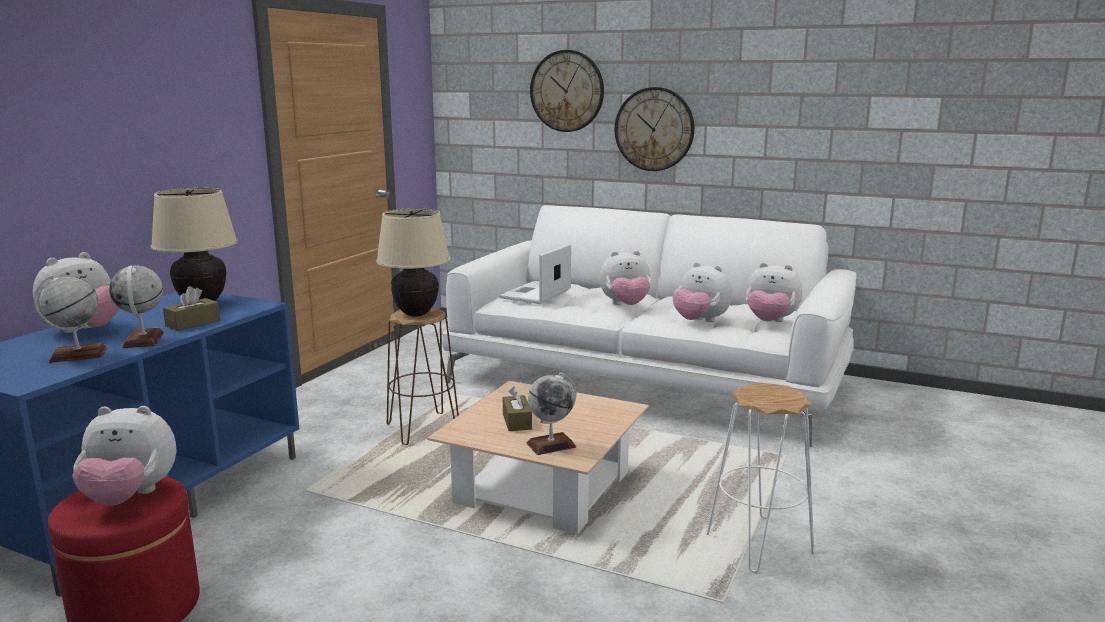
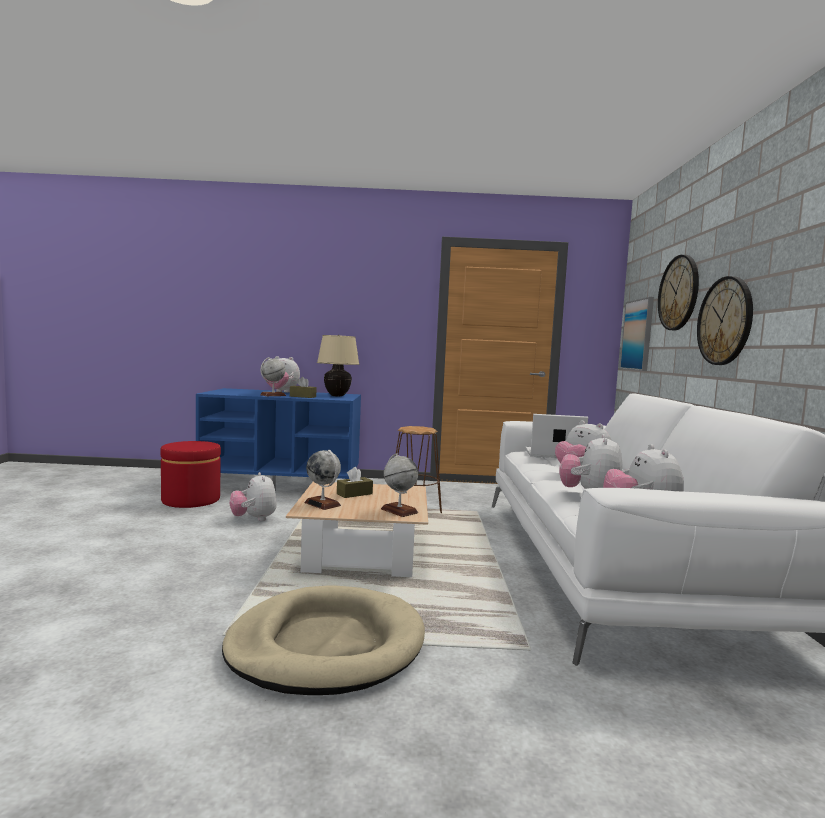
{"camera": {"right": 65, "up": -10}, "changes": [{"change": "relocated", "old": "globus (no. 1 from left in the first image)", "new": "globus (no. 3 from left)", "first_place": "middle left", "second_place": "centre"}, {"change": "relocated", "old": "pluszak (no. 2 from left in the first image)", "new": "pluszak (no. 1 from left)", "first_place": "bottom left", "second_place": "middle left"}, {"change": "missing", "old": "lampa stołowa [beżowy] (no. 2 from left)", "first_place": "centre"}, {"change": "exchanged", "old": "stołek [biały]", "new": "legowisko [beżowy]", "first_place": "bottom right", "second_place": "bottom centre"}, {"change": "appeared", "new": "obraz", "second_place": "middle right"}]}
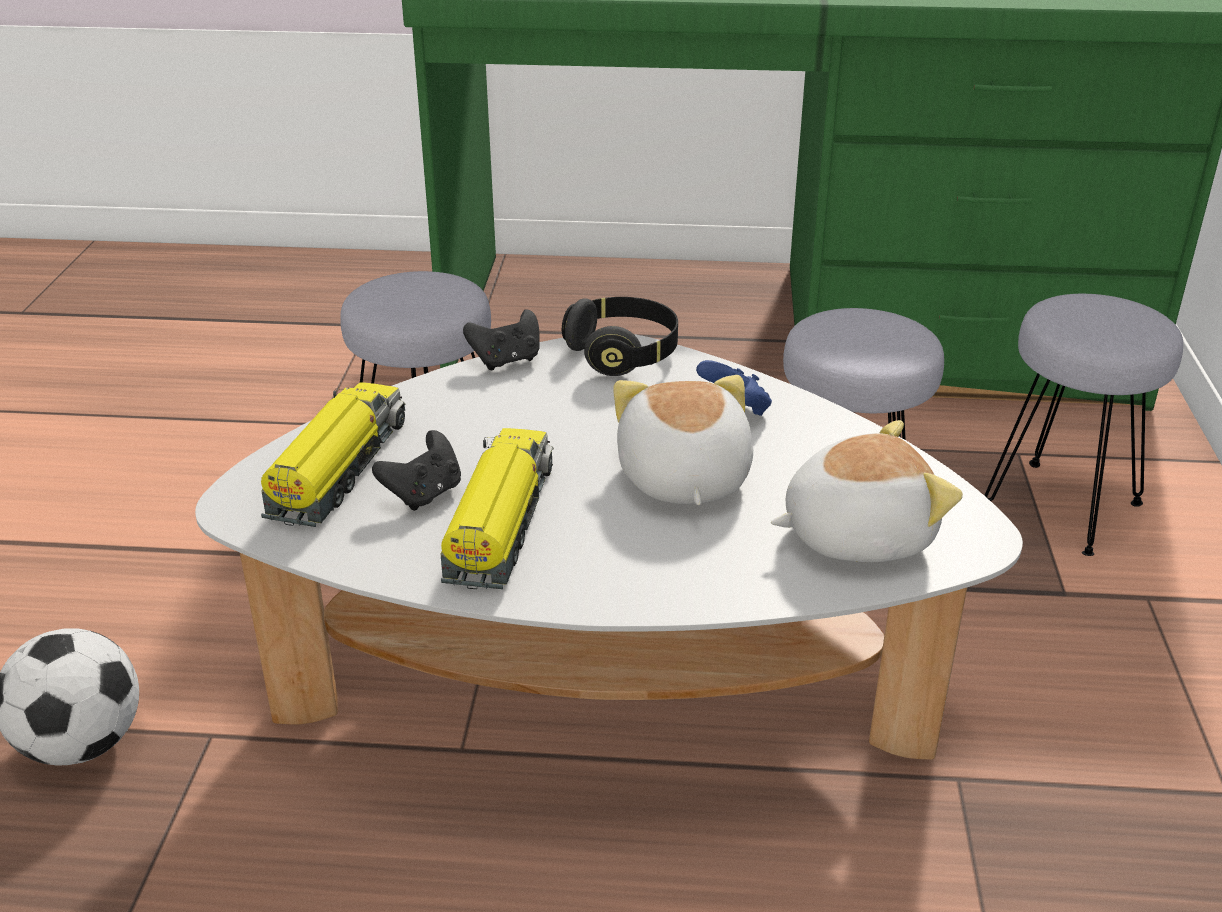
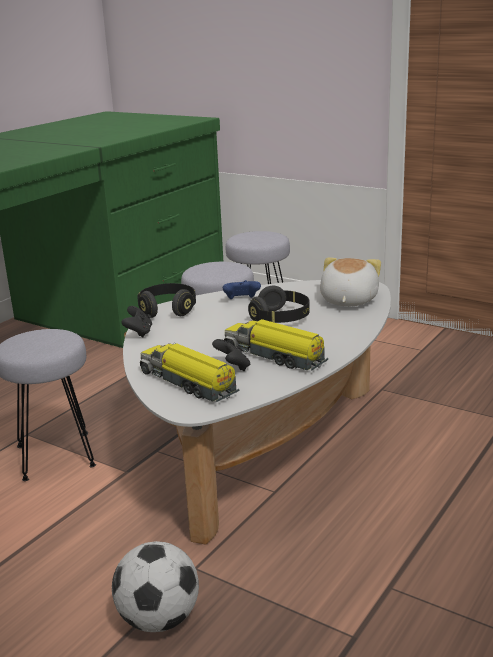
{"camera": {"right": -60, "up": -10}, "changes": [{"change": "exchanged", "old": "pluszak (no. 1 from left)", "new": "słuchawki [czarny] (no. 2 from left)", "first_place": "centre", "second_place": "centre"}]}
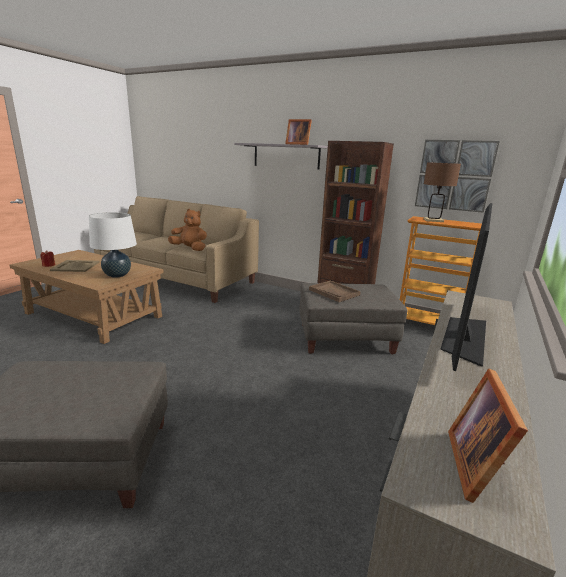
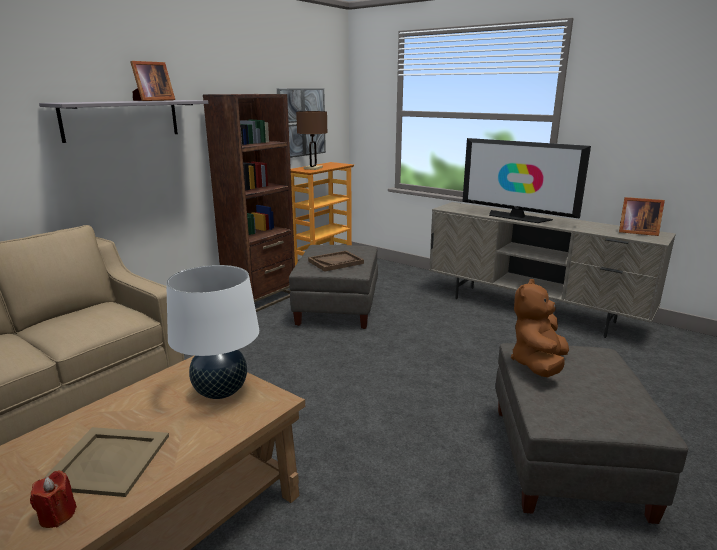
{"camera": {"right": -80, "up": 0}, "changes": [{"change": "relocated", "old": "pluszak [brązowy]", "first_place": "middle left", "second_place": "middle right"}]}
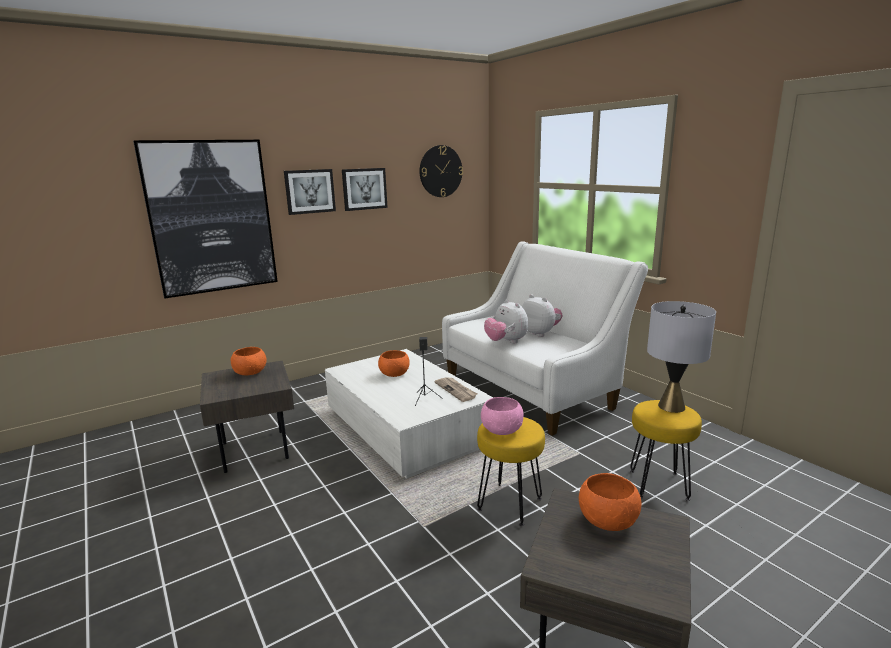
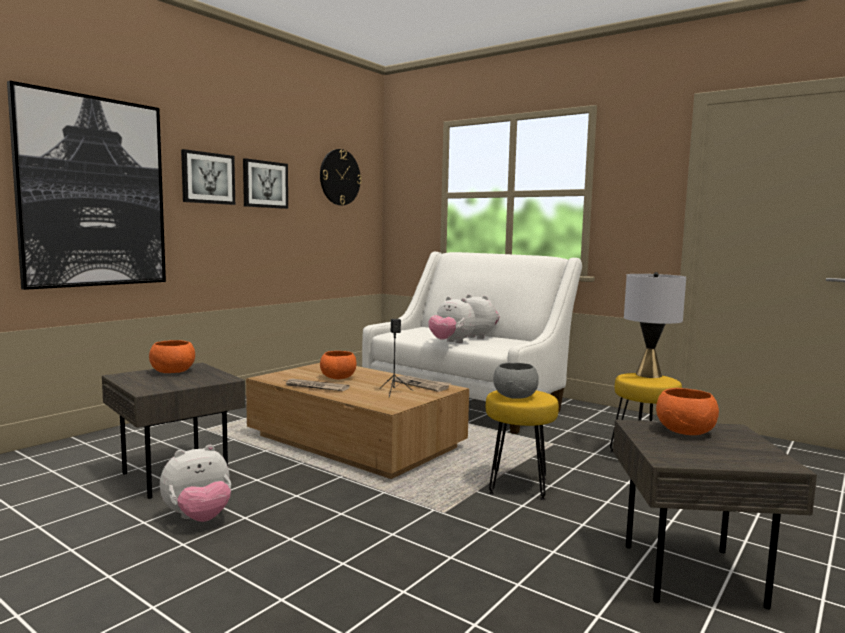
{"camera": {"right": -20, "up": -10}, "changes": [{"change": "colour", "old": "ława [biały]", "new": "ława [brązowy]", "first_place": "centre", "second_place": "centre"}, {"change": "colour", "old": "miska [różowy]", "new": "miska [szary]", "first_place": "centre", "second_place": "centre"}, {"change": "appeared", "new": "pluszak (no. 1 from left)", "second_place": "bottom left"}, {"change": "appeared", "new": "gazeta (no. 1 from left)", "second_place": "centre"}]}
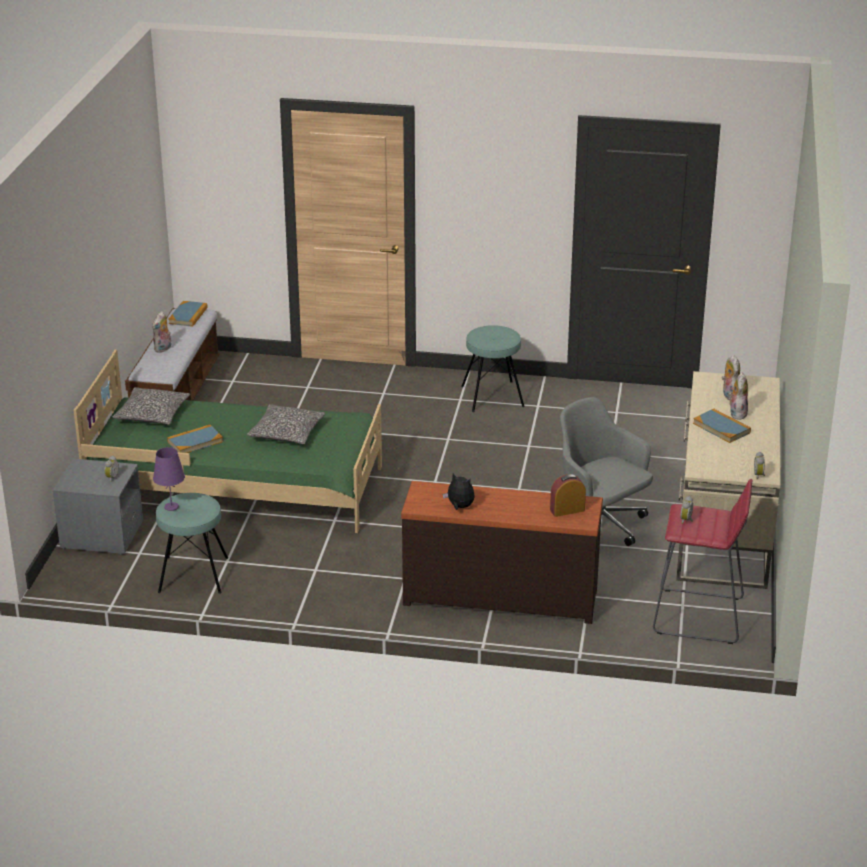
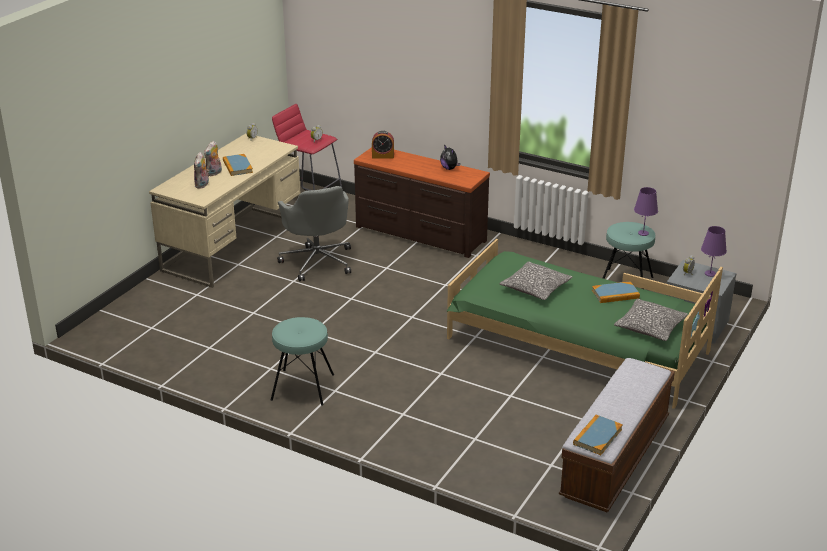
{"camera": {"right": -160, "up": 0}, "changes": [{"change": "missing", "old": "pluszak (no. 1 from left)", "first_place": "middle left"}, {"change": "appeared", "new": "lampa stołowa [fioletowy] (no. 2 from left)", "second_place": "middle right"}]}
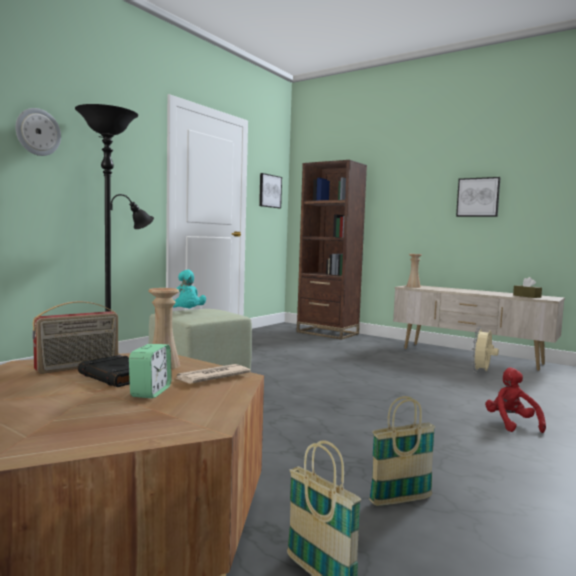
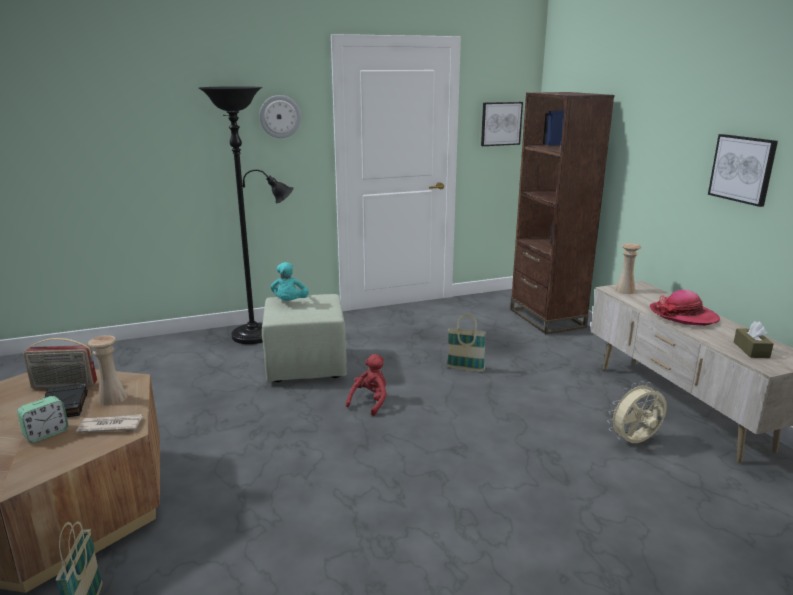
{"camera": {"right": 35, "up": 15}, "changes": [{"change": "relocated", "old": "zegar ścienny", "first_place": "top left", "second_place": "top centre"}, {"change": "relocated", "old": "koszyk (no. 2 from left)", "first_place": "bottom right", "second_place": "centre"}, {"change": "relocated", "old": "pluszak [czerwony]", "first_place": "bottom right", "second_place": "centre"}, {"change": "appeared", "new": "kapelusz", "second_place": "middle right"}]}
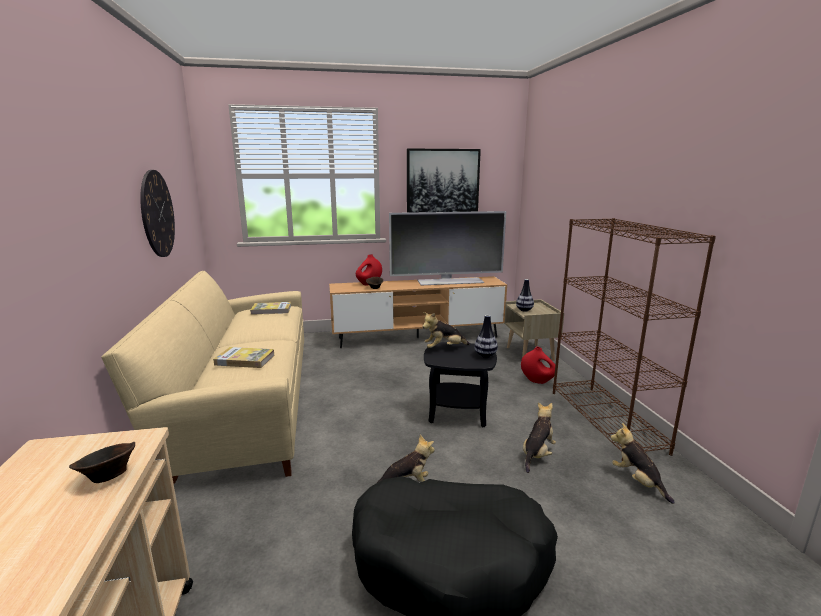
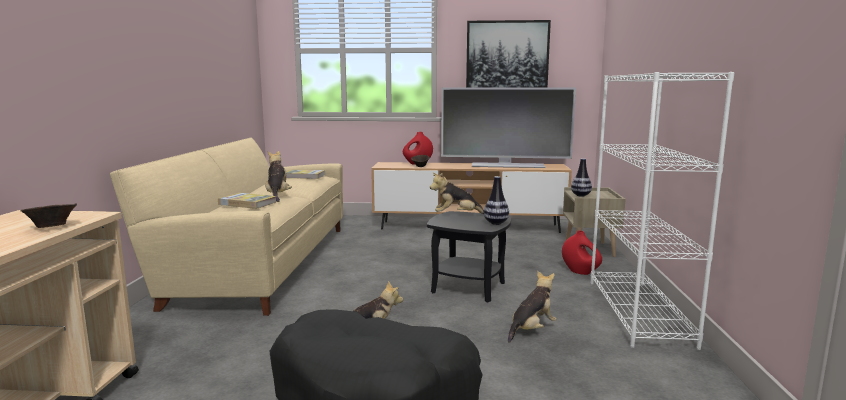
{"camera": {"right": 15, "up": -5}, "changes": [{"change": "missing", "old": "zegar ścienny", "first_place": "middle left"}, {"change": "colour", "old": "regał [brązowy]", "new": "regał [biały]", "first_place": "middle right", "second_place": "middle right"}, {"change": "relocated", "old": "pluszak (no. 4 from left in the first image)", "new": "pluszak (no. 1 from left)", "first_place": "bottom right", "second_place": "middle left"}]}
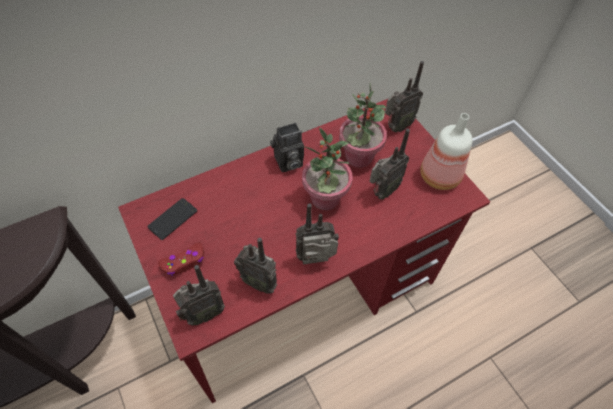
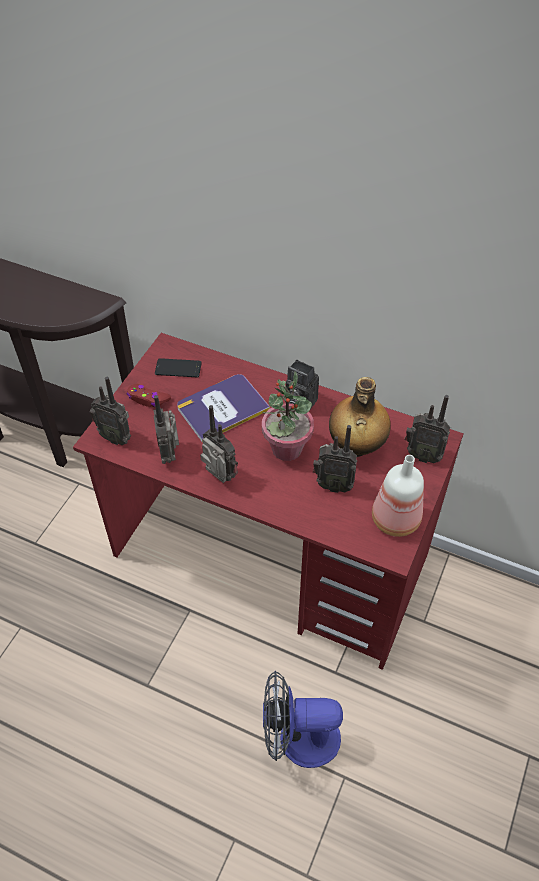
{"camera": {"right": 55, "up": -5}, "changes": [{"change": "exchanged", "old": "roślina doniczkowa (no. 2 from left)", "new": "butelka (no. 1 from left)", "first_place": "top centre", "second_place": "middle right"}, {"change": "appeared", "new": "książka", "second_place": "centre"}, {"change": "appeared", "new": "wentylator", "second_place": "bottom centre"}]}
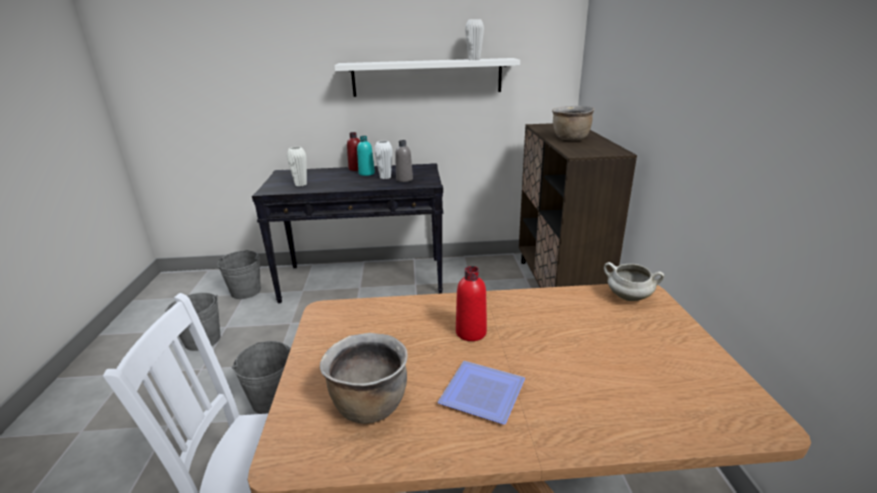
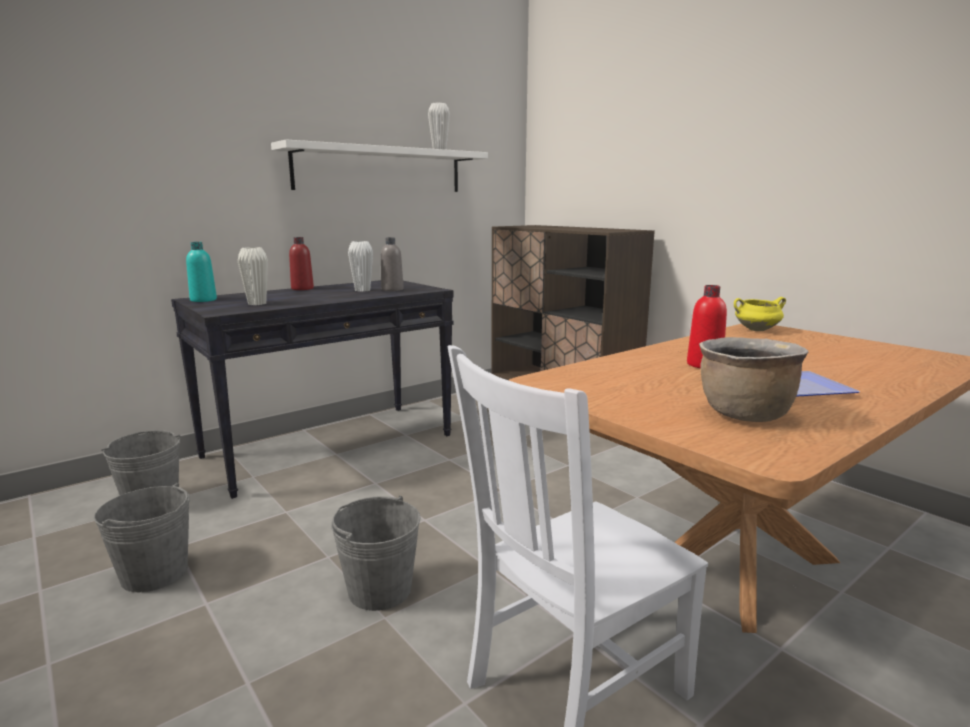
{"camera": {"right": -35, "up": -10}, "changes": [{"change": "relocated", "old": "butelka [turkusowy]", "first_place": "top centre", "second_place": "middle left"}, {"change": "missing", "old": "garnek [brązowy] (no. 2 from left)", "first_place": "top centre"}, {"change": "colour", "old": "garnek [biały]", "new": "garnek [żółty]", "first_place": "middle right", "second_place": "middle right"}]}
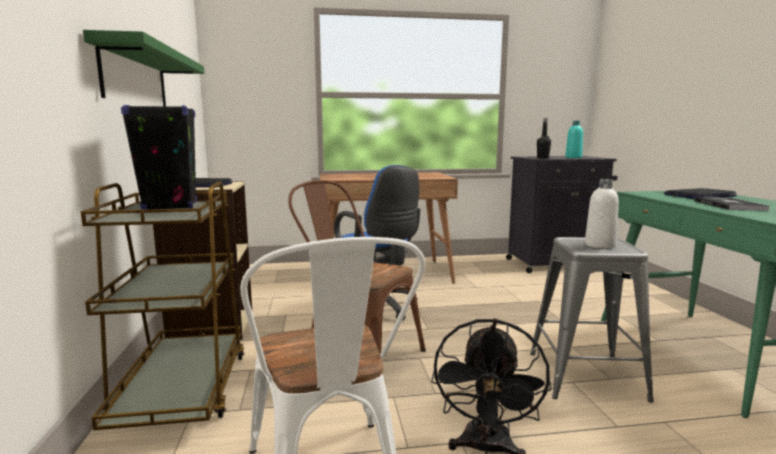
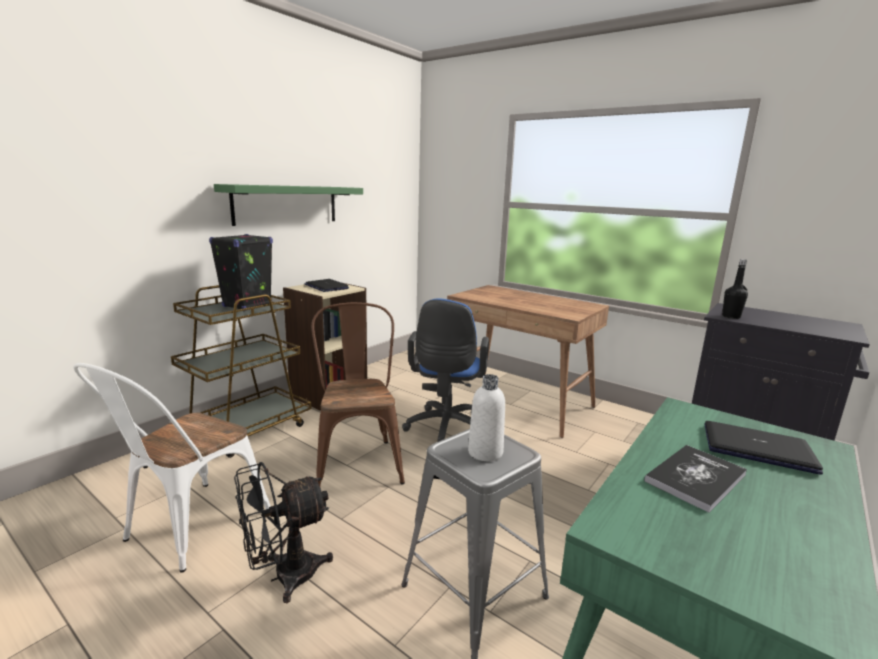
{"camera": {"right": 45, "up": 5}, "changes": [{"change": "missing", "old": "butelka [turkusowy]", "first_place": "top right"}]}
